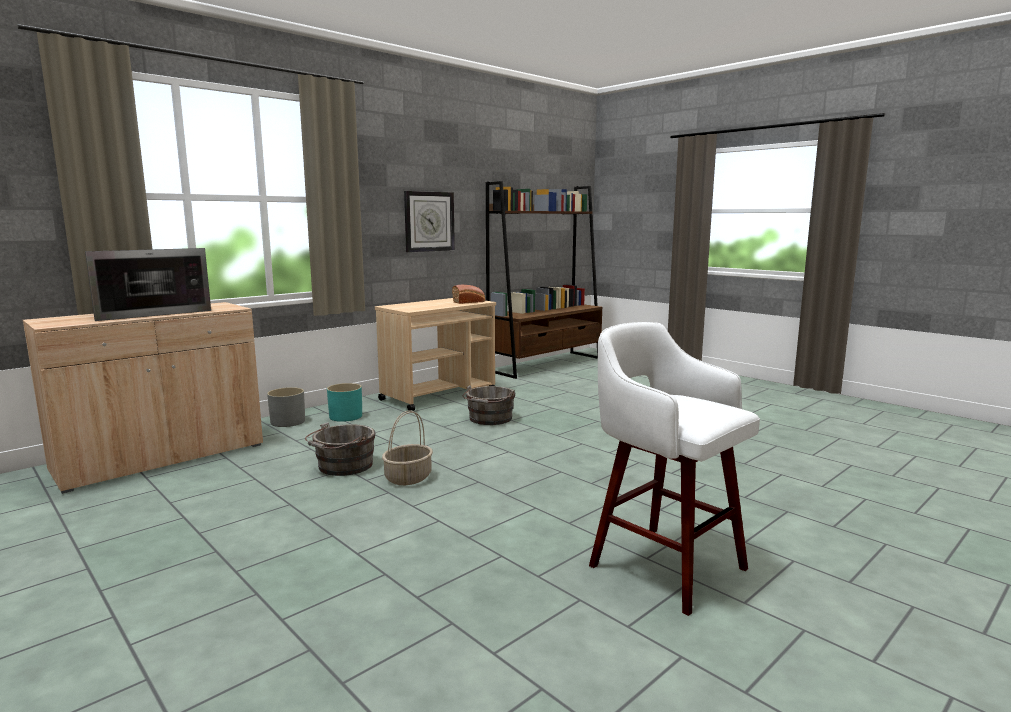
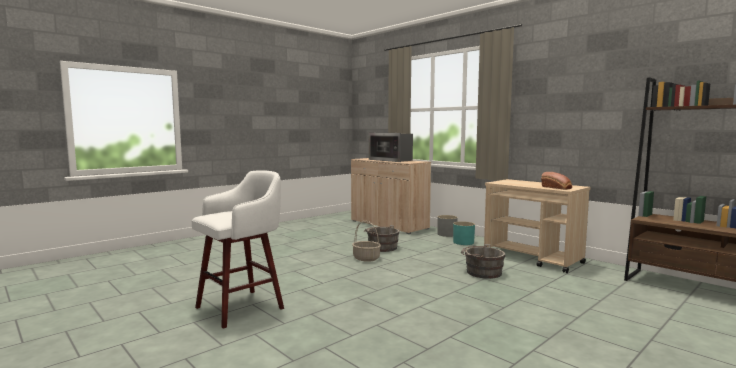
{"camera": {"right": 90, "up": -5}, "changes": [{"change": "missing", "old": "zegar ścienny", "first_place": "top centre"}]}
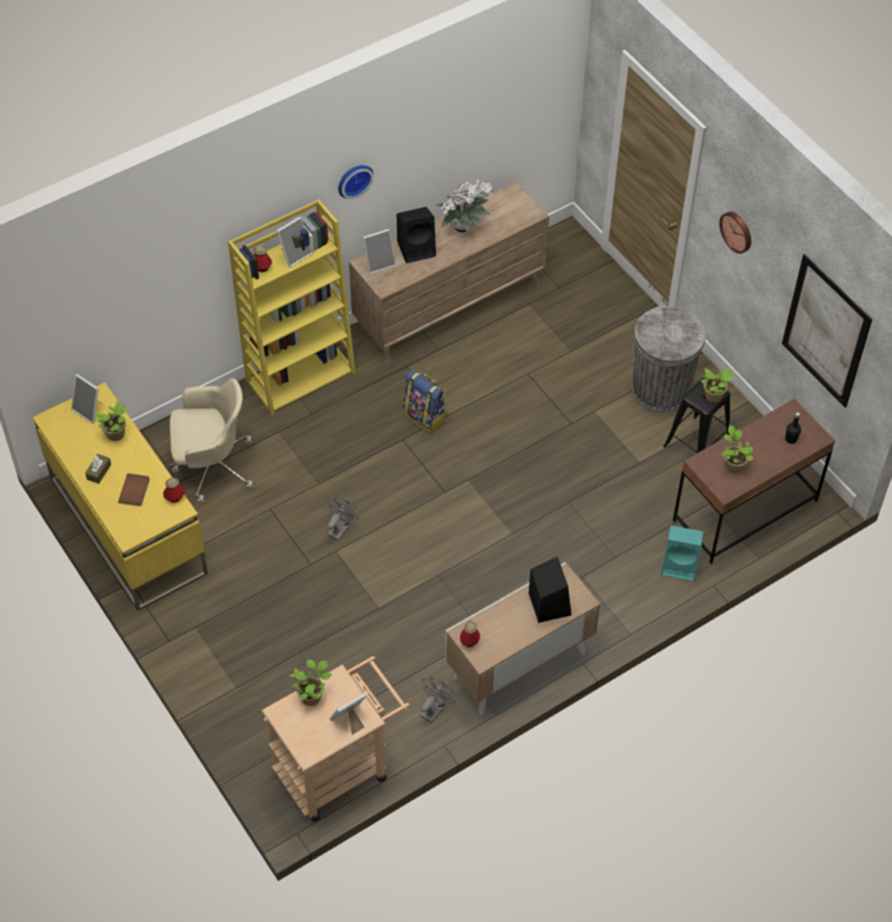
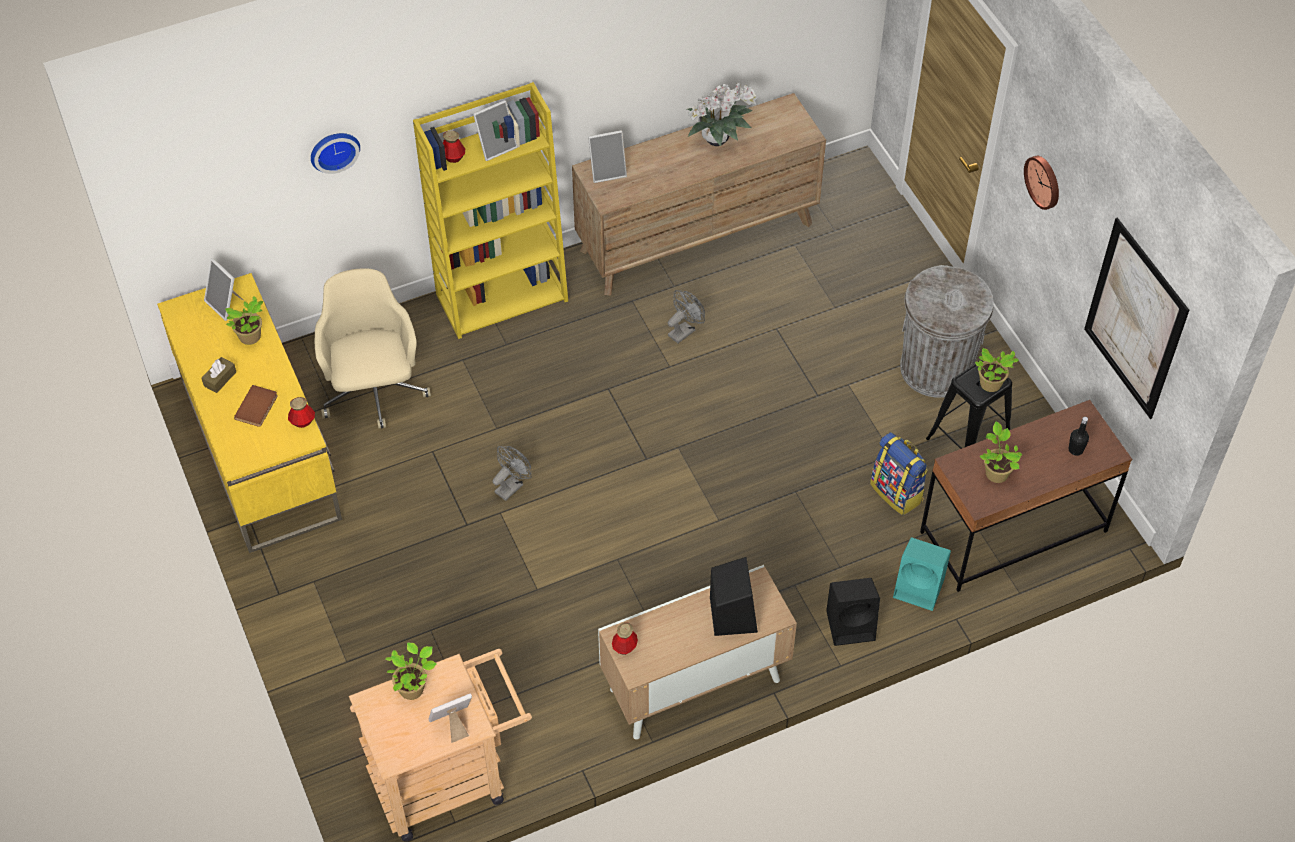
{"camera": {"right": 10, "up": 0}, "changes": [{"change": "spun", "old": "krzesło biurowe [beżowy]", "first_place": "middle left", "second_place": "middle left", "degrees": -105}, {"change": "relocated", "old": "zegar ścienny (no. 1 from left)", "first_place": "top centre", "second_place": "top left"}, {"change": "relocated", "old": "głośnik [czarny] (no. 1 from left in the first image)", "new": "głośnik [czarny] (no. 2 from left)", "first_place": "top centre", "second_place": "bottom centre"}, {"change": "relocated", "old": "plecak", "first_place": "centre", "second_place": "middle right"}, {"change": "relocated", "old": "wentylator [szary] (no. 2 from left)", "first_place": "bottom centre", "second_place": "centre"}]}
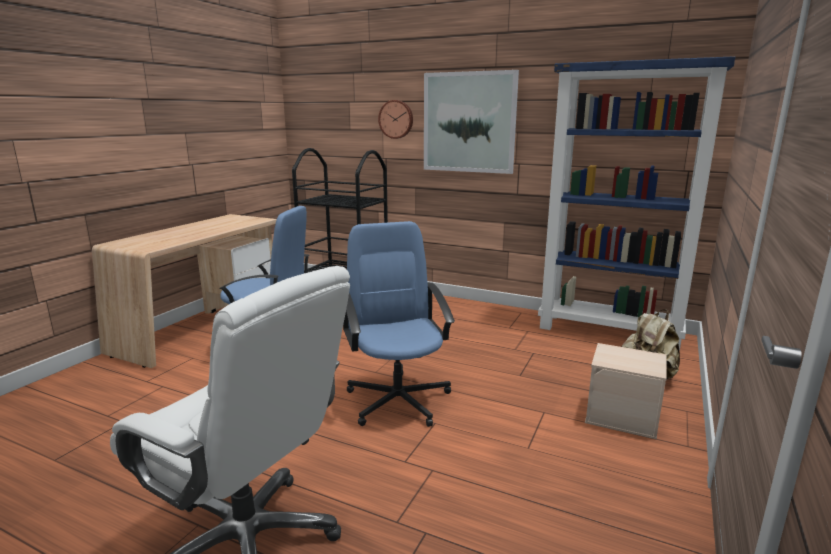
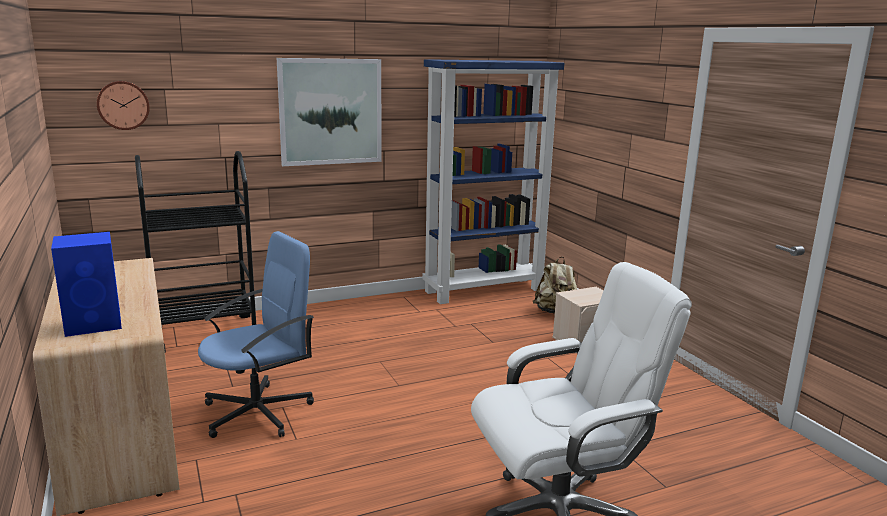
{"camera": {"right": -50, "up": 0}, "changes": [{"change": "missing", "old": "krzesło biurowe [niebieski] (no. 2 from left)", "first_place": "centre"}, {"change": "relocated", "old": "zegar ścienny", "first_place": "top centre", "second_place": "top left"}, {"change": "appeared", "new": "głośnik [niebieski]", "second_place": "middle left"}]}
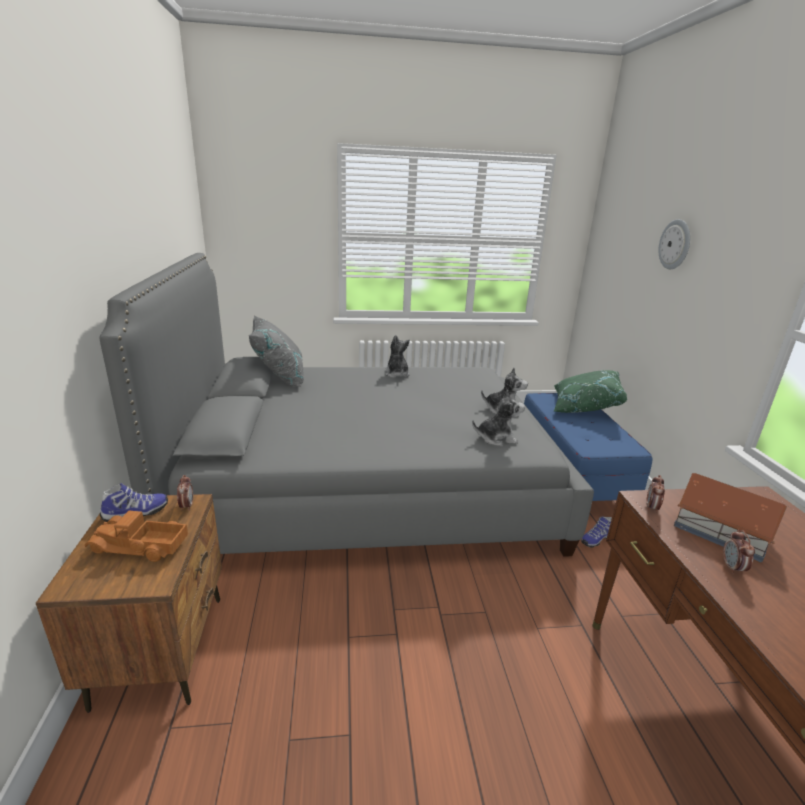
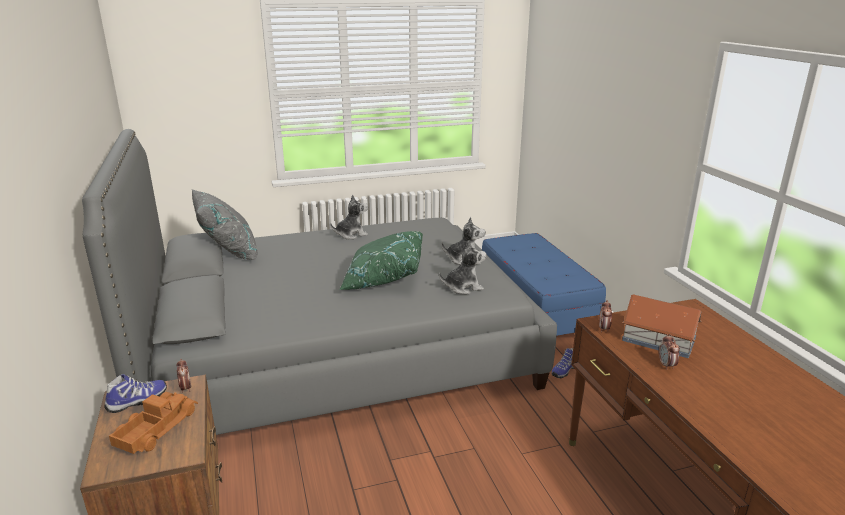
{"camera": {"right": -10, "up": 0}, "changes": [{"change": "spun", "old": "ciężarówka zabawkowa", "first_place": "middle left", "second_place": "bottom left", "degrees": 120}, {"change": "spun", "old": "pluszak (no. 1 from left)", "first_place": "centre", "second_place": "centre", "degrees": 90}, {"change": "relocated", "old": "poduszka [zielony]", "first_place": "middle right", "second_place": "centre"}, {"change": "missing", "old": "zegar ścienny", "first_place": "top right"}]}
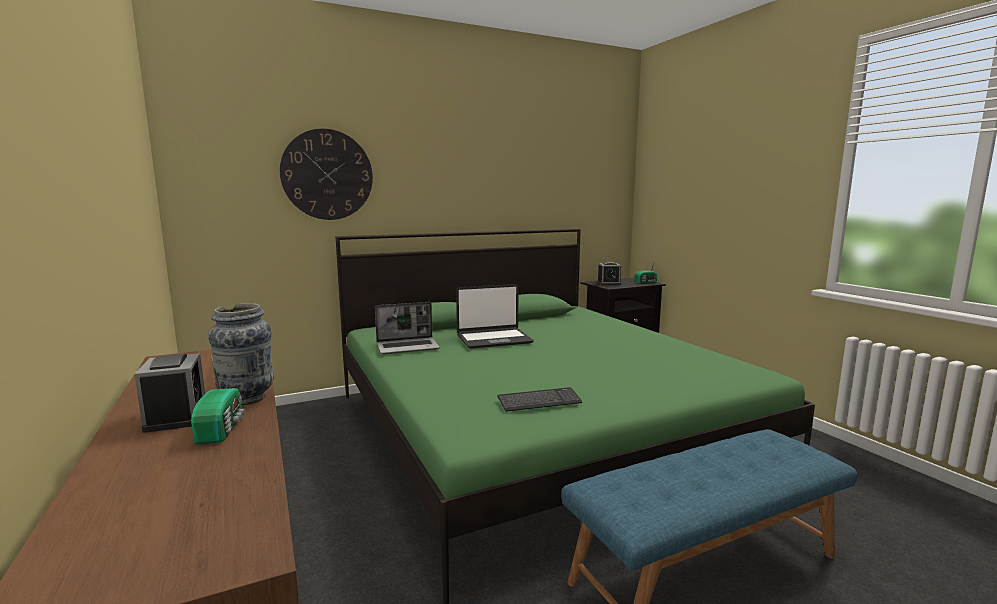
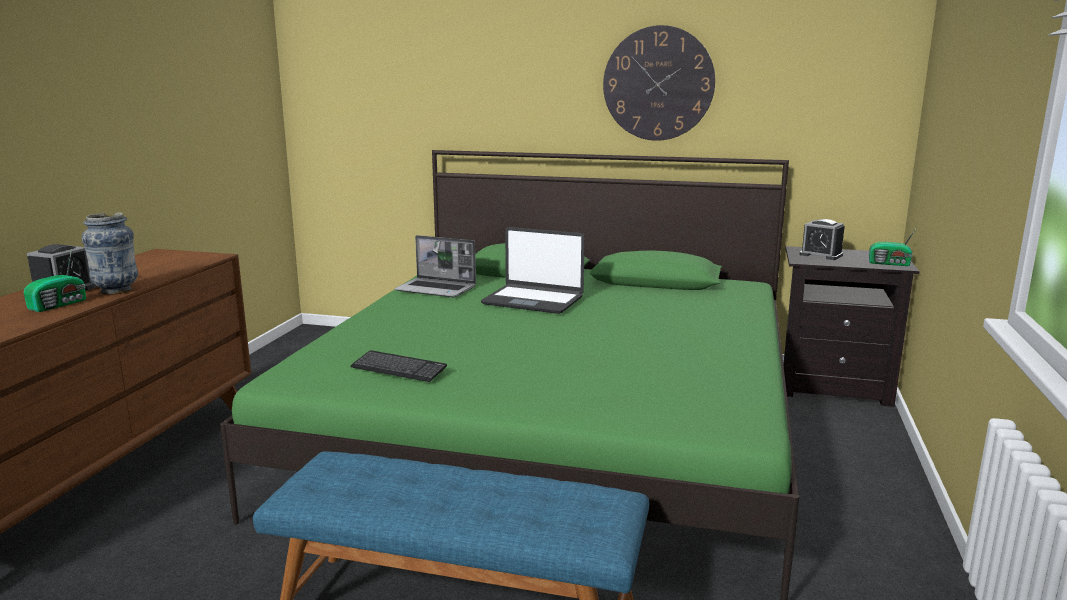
{"camera": {"right": 40, "up": 5}, "changes": [{"change": "relocated", "old": "zegar ścienny", "first_place": "top left", "second_place": "top centre"}]}
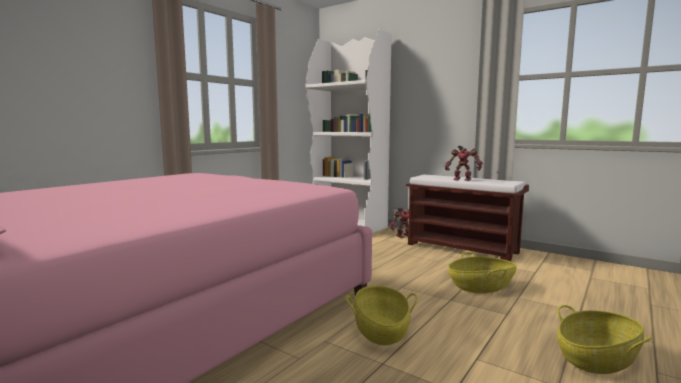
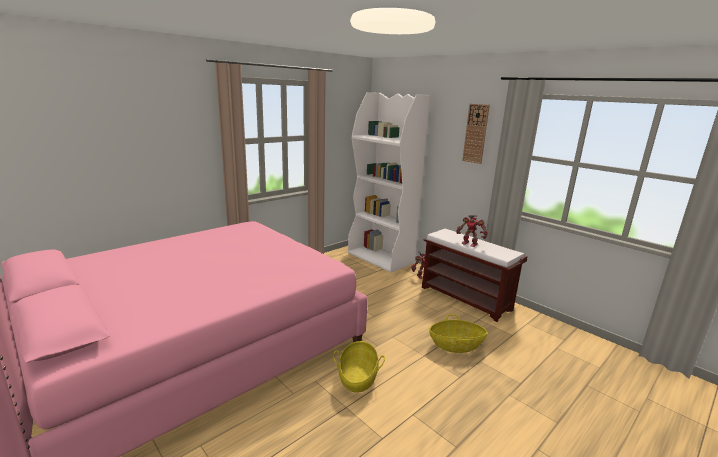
{"camera": {"right": 10, "up": 10}, "changes": [{"change": "missing", "old": "koszyk (no. 3 from left)", "first_place": "bottom right"}, {"change": "appeared", "new": "zegar ścienny", "second_place": "top centre"}]}
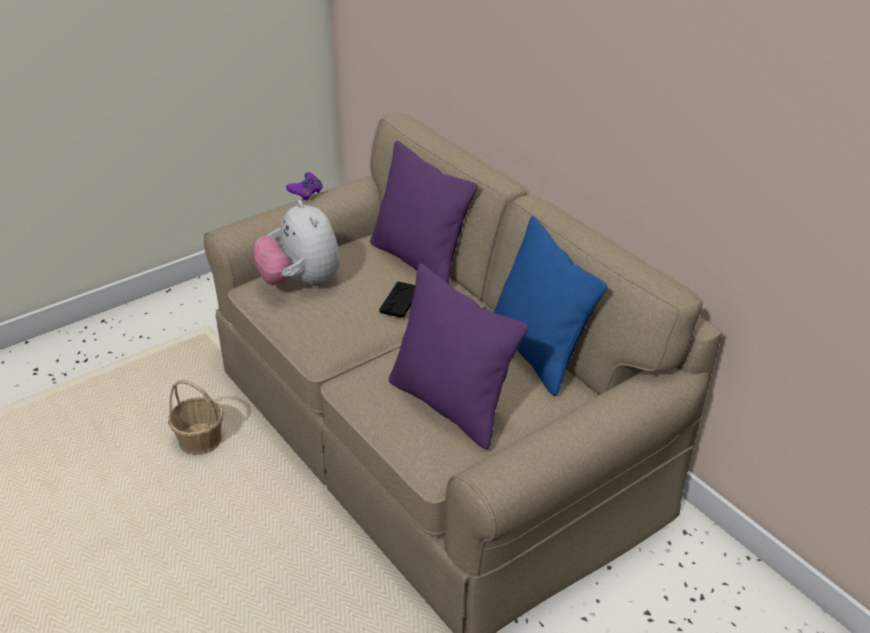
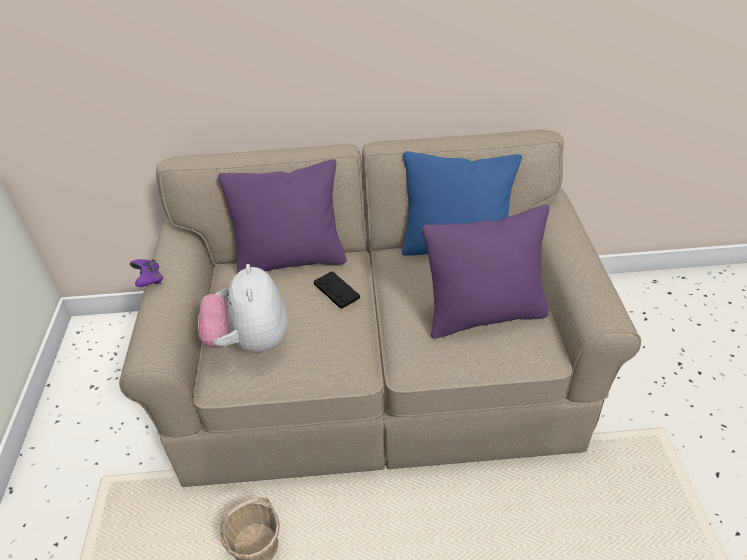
{"camera": {"right": -55, "up": 5}, "changes": [{"change": "spun", "old": "pluszak", "first_place": "centre", "second_place": "middle left", "degrees": 75}]}
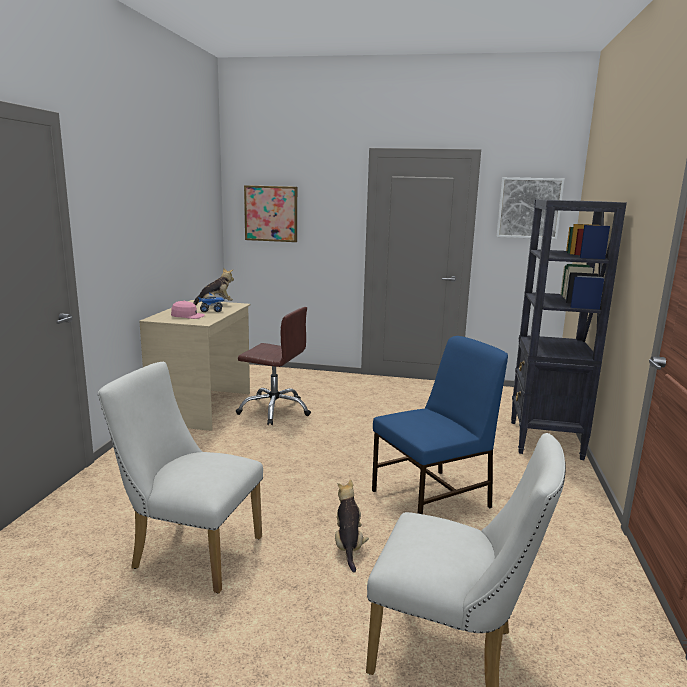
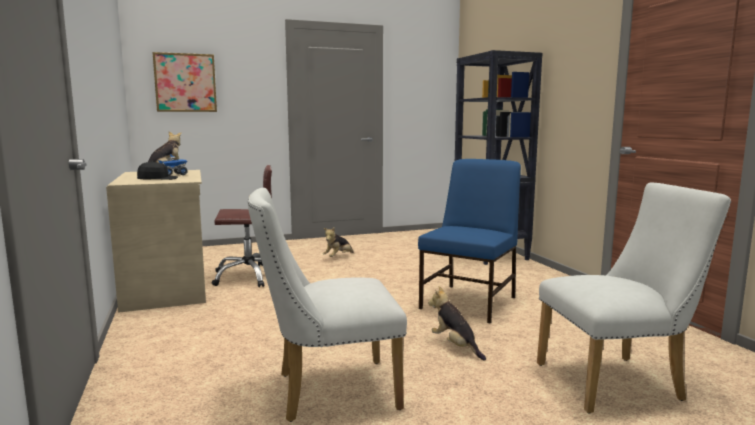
{"camera": {"right": -30, "up": -5}, "changes": [{"change": "colour", "old": "czapka z daszkiem [różowy]", "new": "czapka z daszkiem [czarny]", "first_place": "middle left", "second_place": "middle left"}, {"change": "missing", "old": "obraz (no. 2 from left)", "first_place": "top right"}, {"change": "appeared", "new": "pluszak (no. 2 from left)", "second_place": "centre"}]}
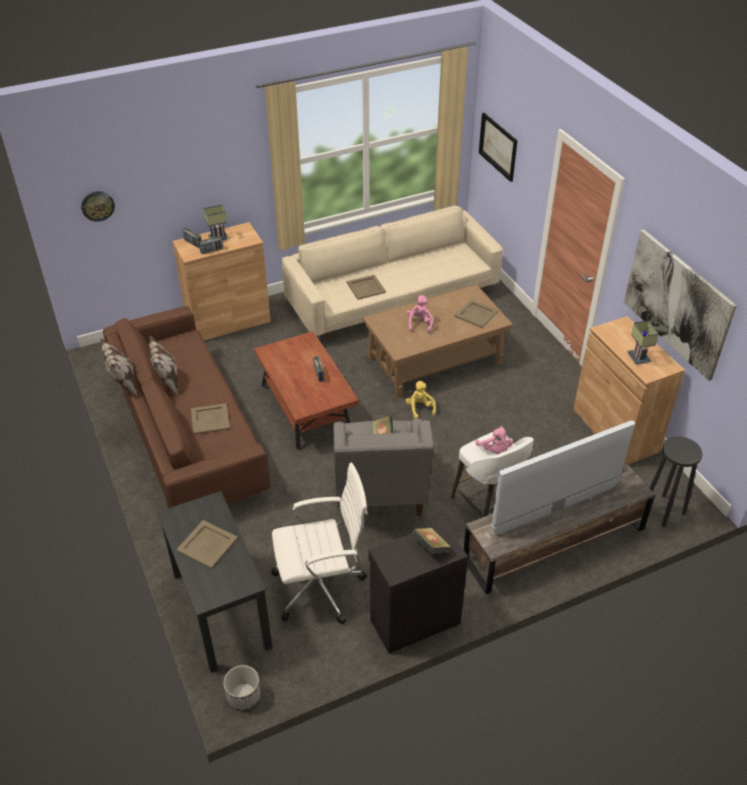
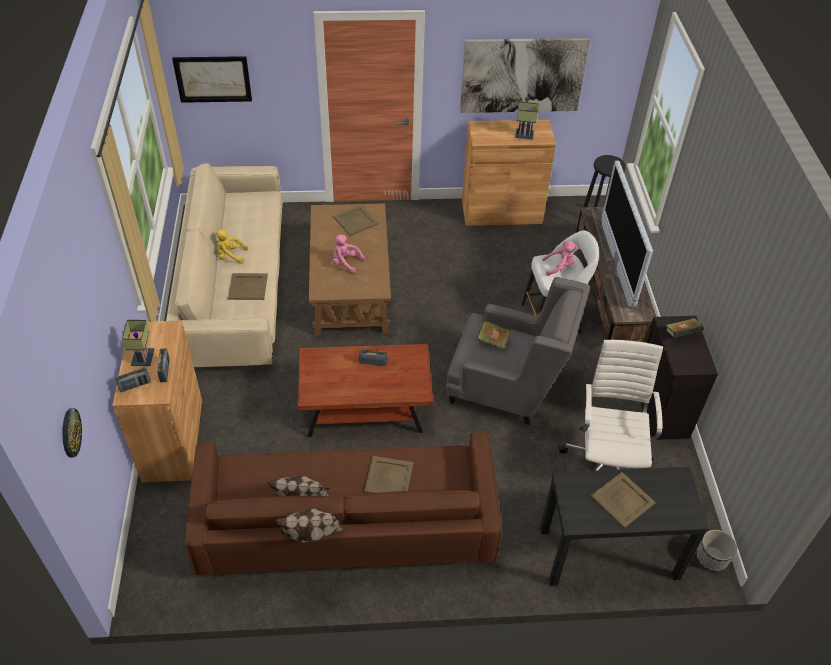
{"camera": {"right": -70, "up": 5}, "changes": [{"change": "relocated", "old": "pluszak [żółty]", "first_place": "centre", "second_place": "middle left"}]}
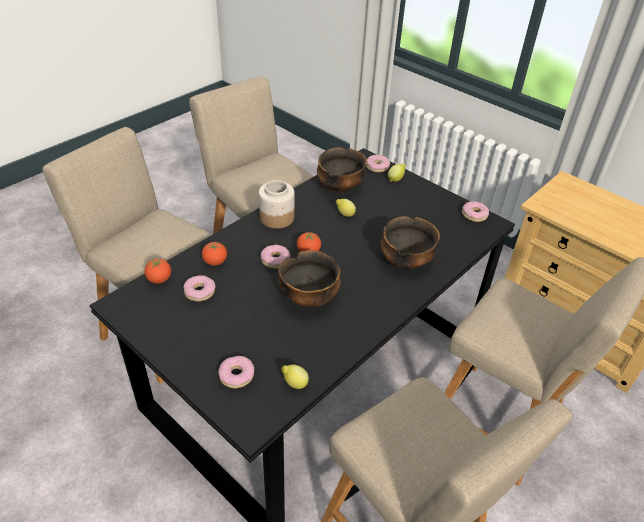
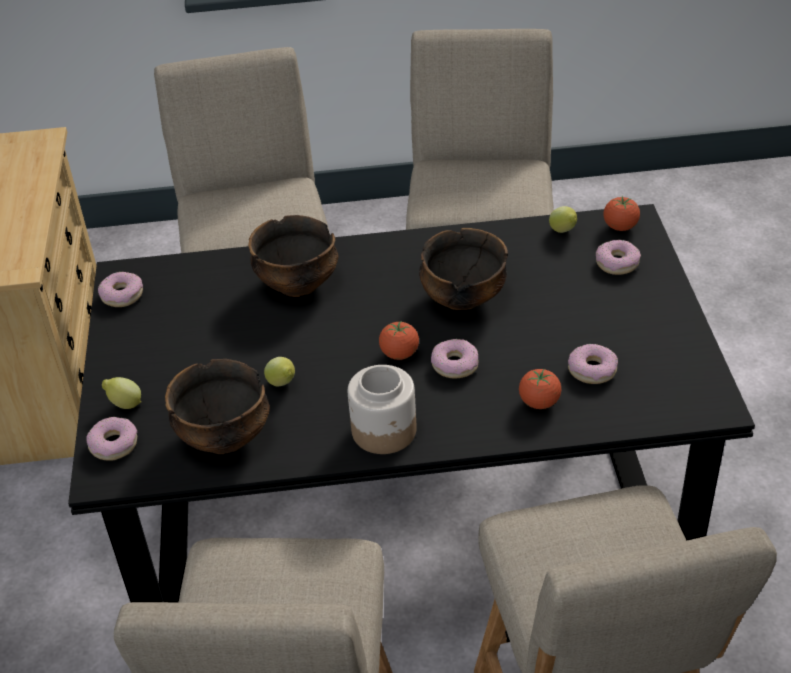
{"camera": {"right": -135, "up": 0}, "changes": [{"change": "relocated", "old": "pomidor (no. 1 from left in the first image)", "new": "pomidor (no. 3 from left)", "first_place": "middle left", "second_place": "top right"}]}
